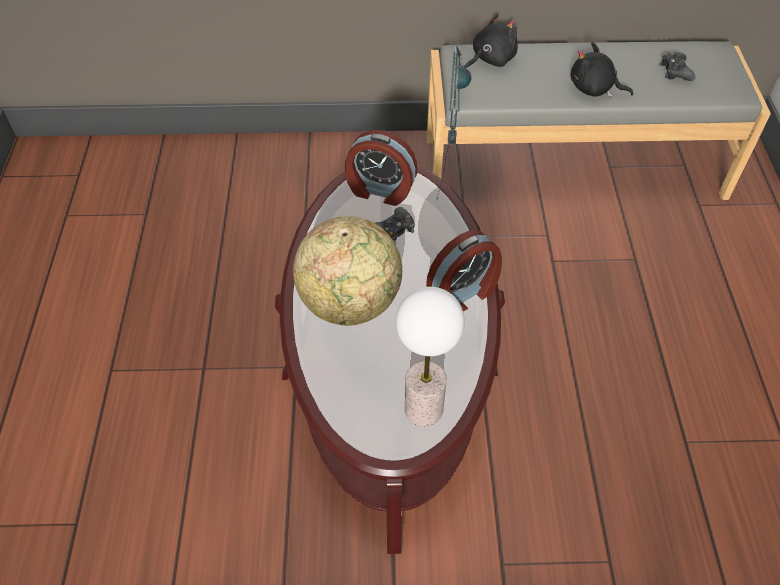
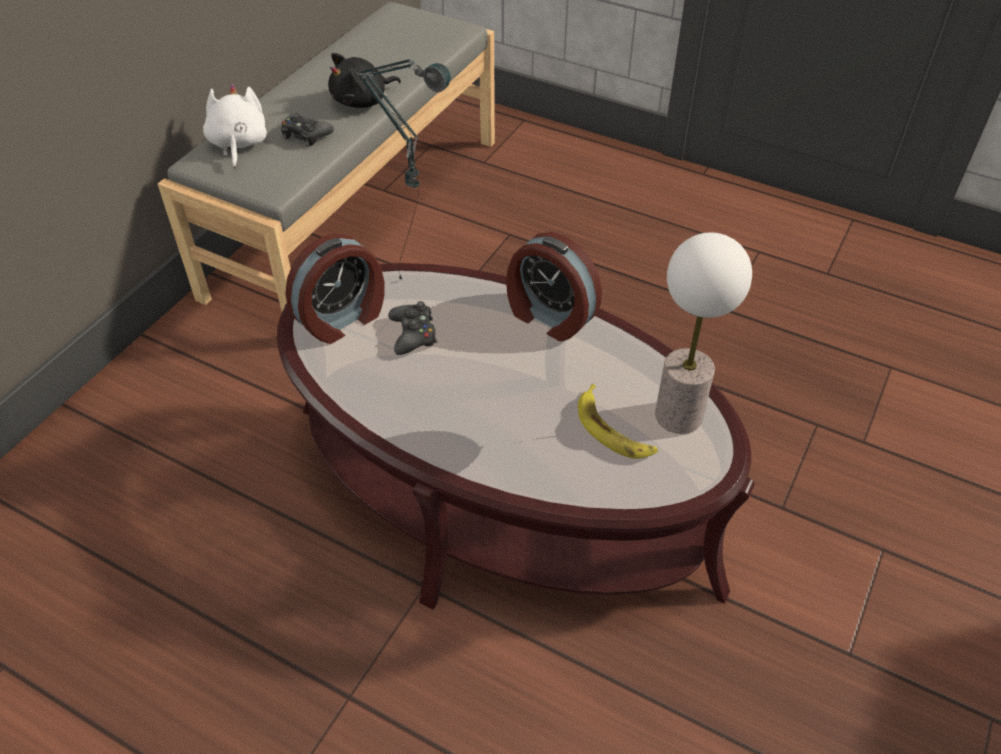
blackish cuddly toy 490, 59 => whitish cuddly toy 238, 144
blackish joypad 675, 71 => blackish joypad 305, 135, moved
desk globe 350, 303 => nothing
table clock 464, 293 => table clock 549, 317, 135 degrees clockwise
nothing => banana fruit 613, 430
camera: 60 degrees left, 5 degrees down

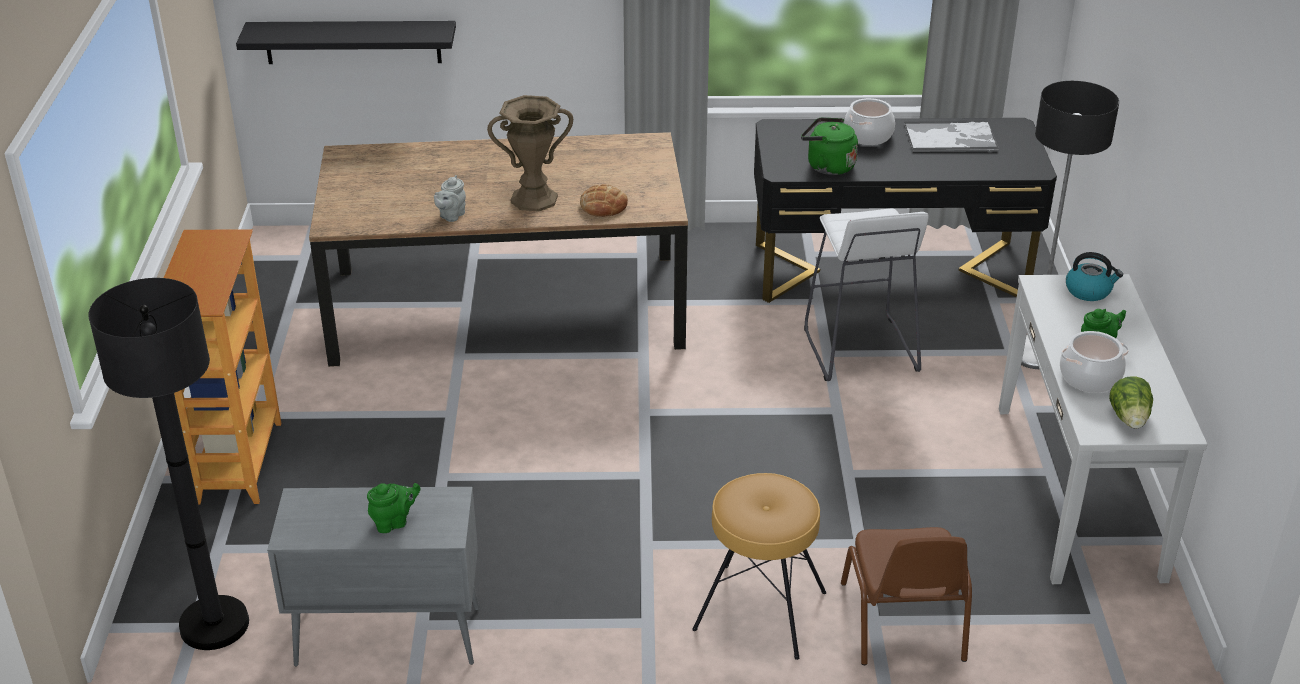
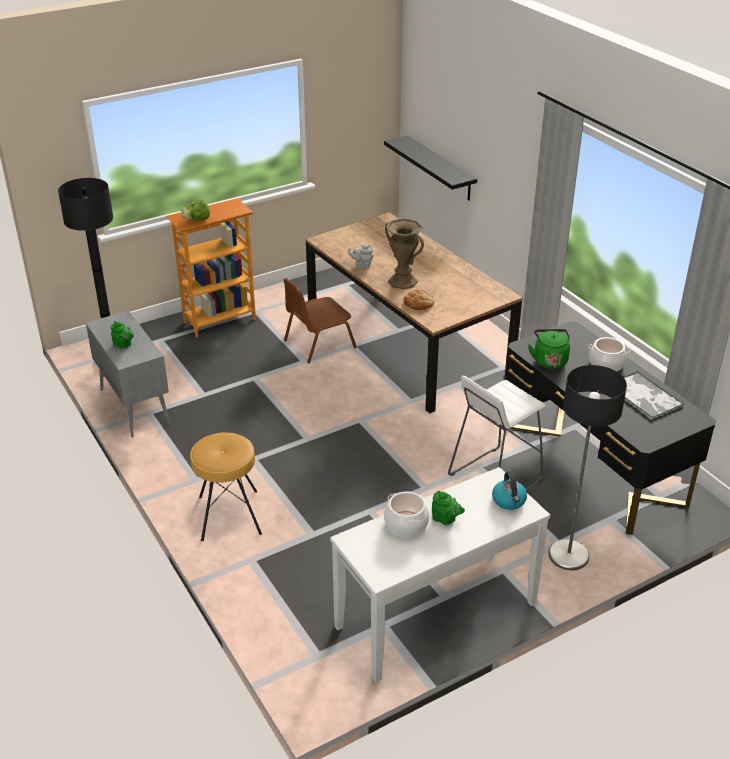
head of lettuce 1129, 419 => head of lettuce 197, 220, moved
brownish plain chair 903, 623 => brownish plain chair 318, 344, moved
camera: 60 degrees right, 0 degrees up

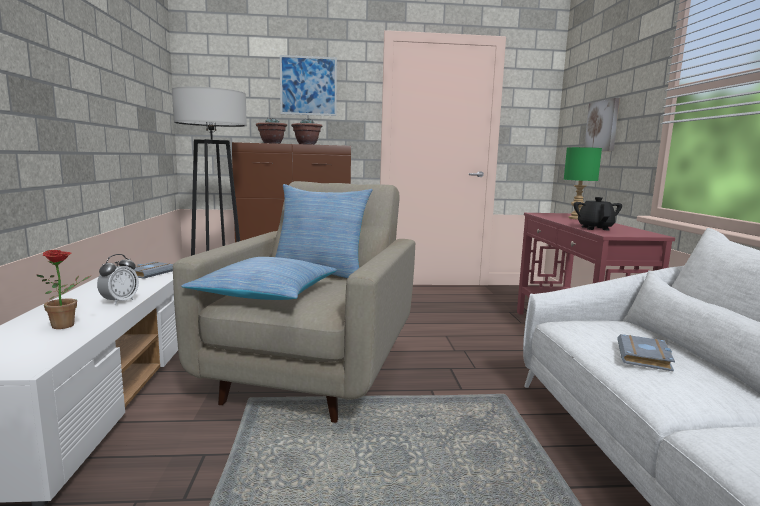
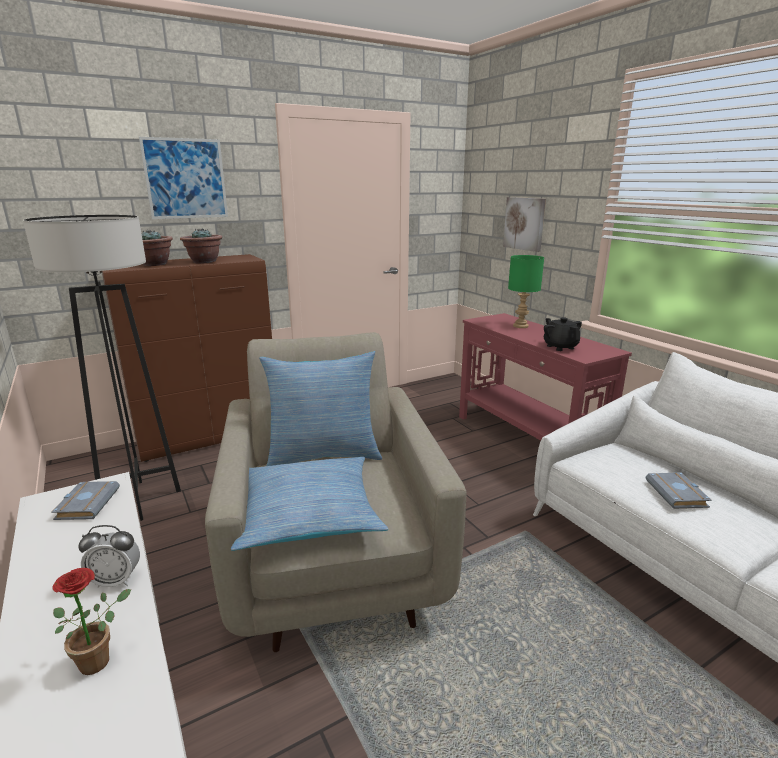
table clock 120, 301 => table clock 116, 580, 90 degrees clockwise
camera: 25 degrees left, 10 degrees up

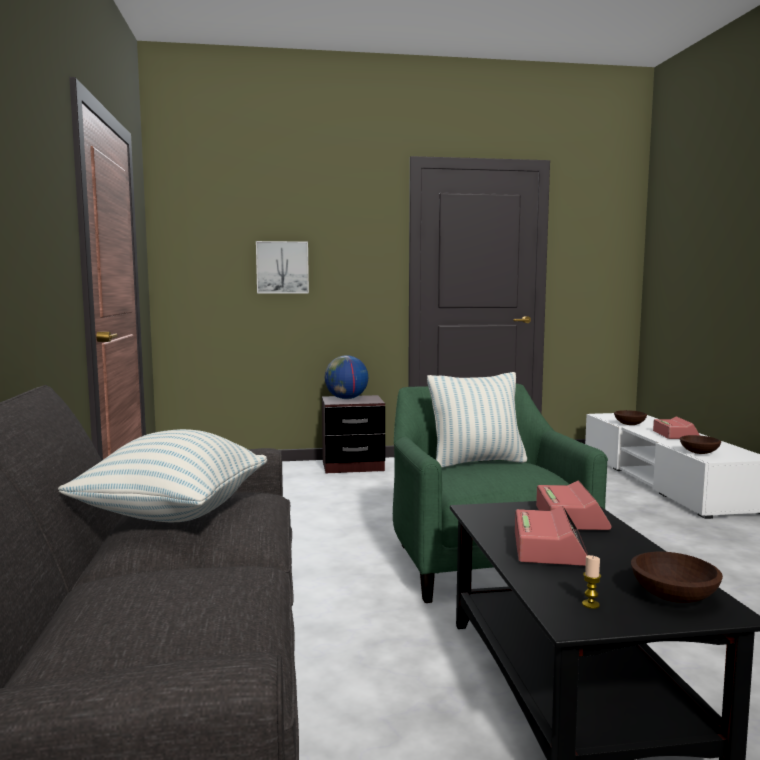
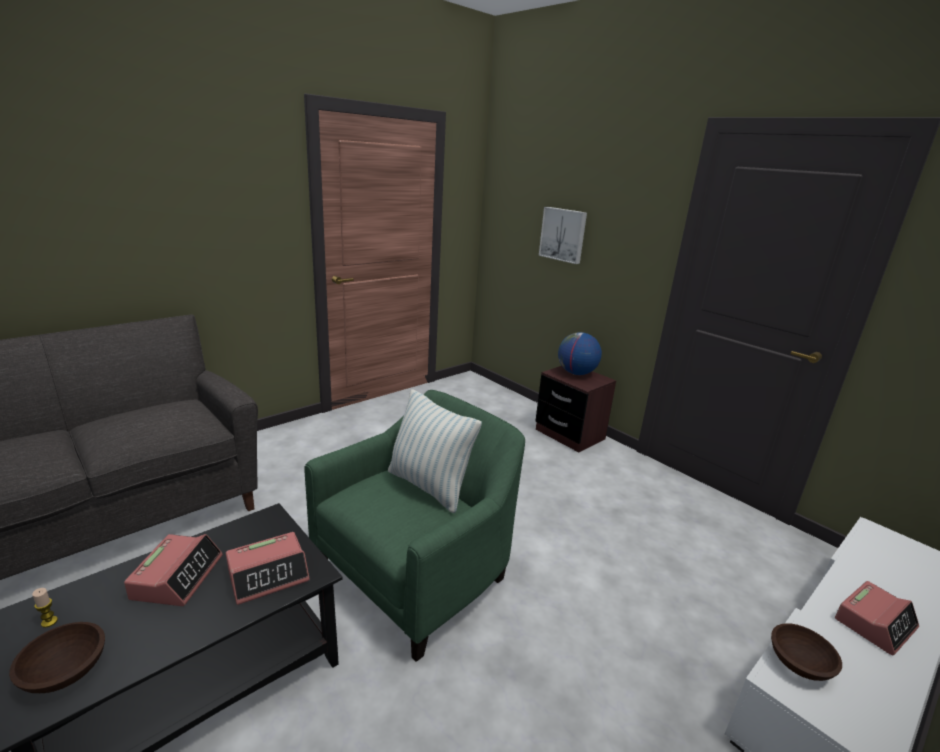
brownish serving bowl 630, 424 => nothing
pillow 173, 514 => nothing
table clock 549, 548 => table clock 177, 577, 60 degrees counterclockwise
camera: 55 degrees right, 15 degrees up

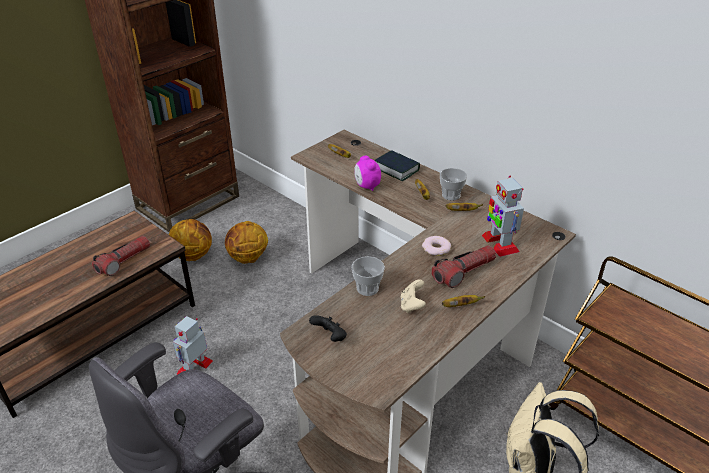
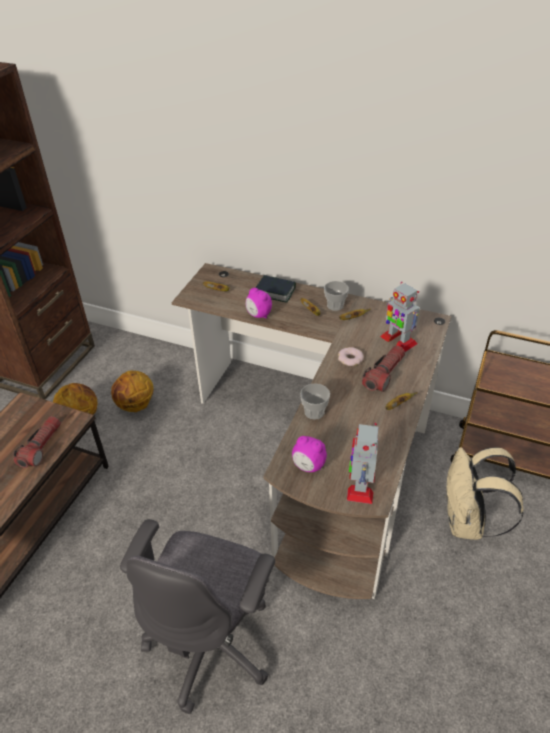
beige joypad 412, 305 => nothing
blackish joypad 330, 337 => table clock 308, 466
robot figure 195, 367 => robot figure 361, 485, moved
camera: 20 degrees left, 5 degrees up

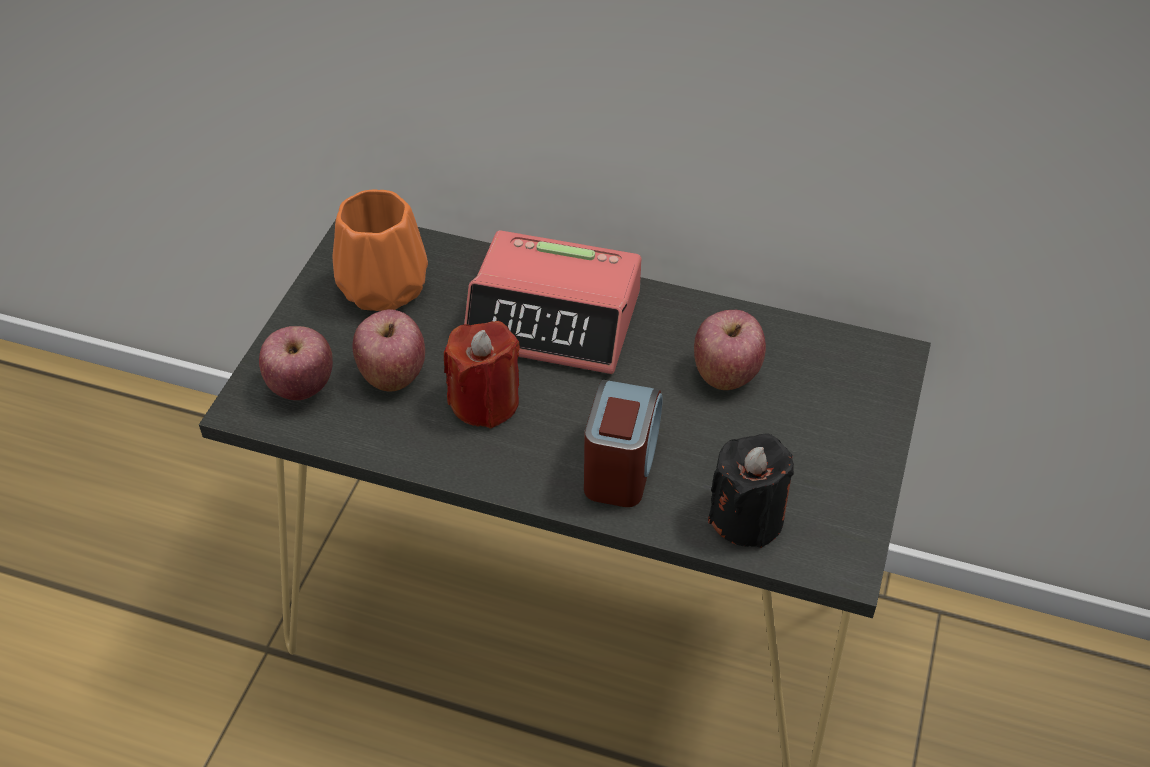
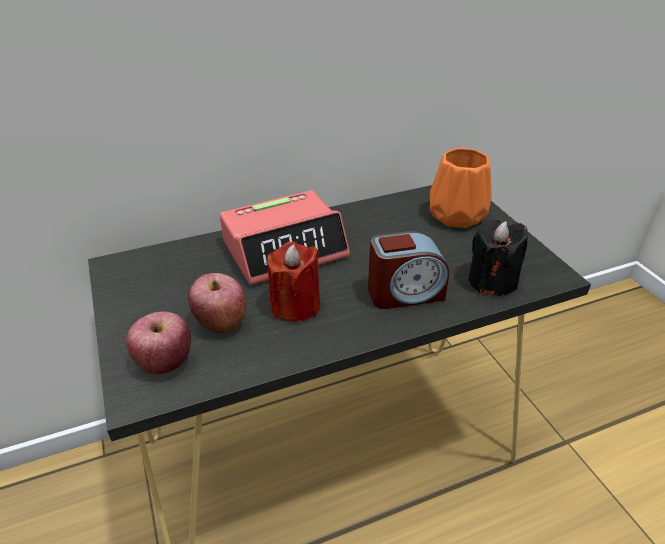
orange flower vase 381, 287 => orange flower vase 455, 216, moved
whole apple 726, 373 => nothing
table clock 621, 464 => table clock 405, 293, 105 degrees clockwise
camera: 40 degrees left, 10 degrees down

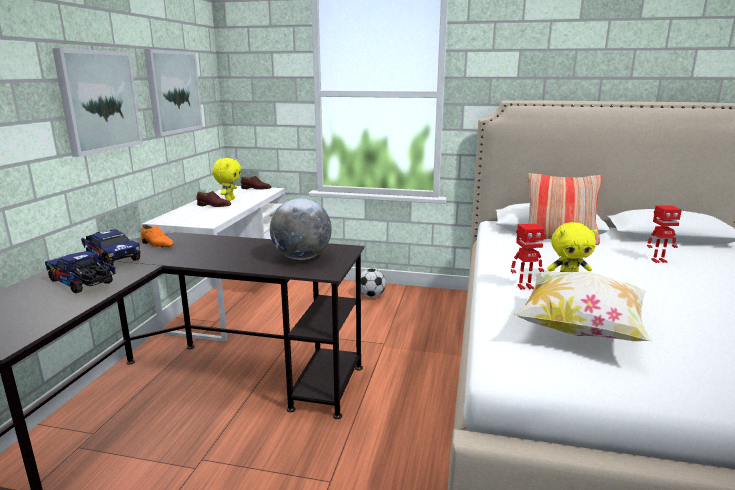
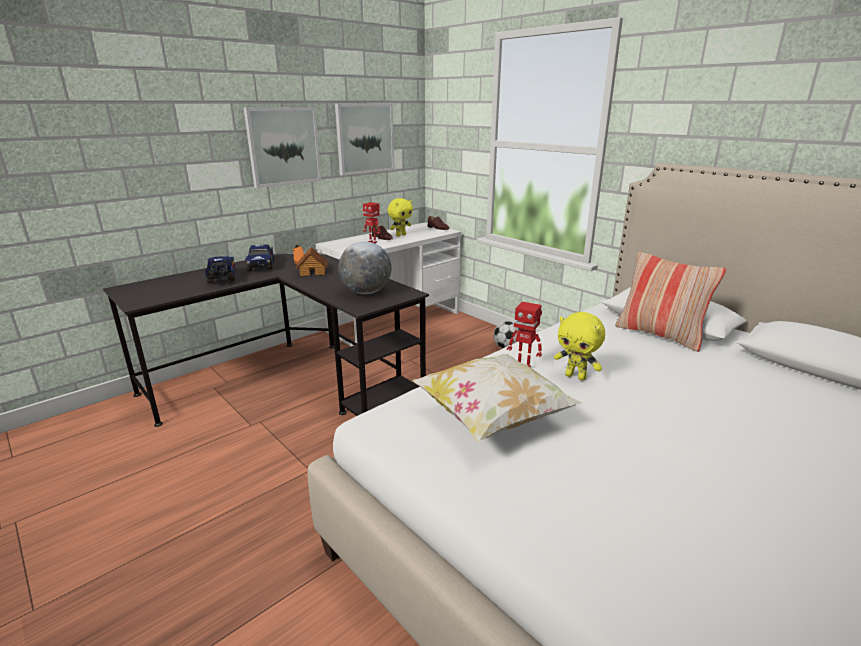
robot figure 658, 260 => robot figure 372, 242, moved
nothing => miniature house 313, 272
camera: 35 degrees right, 5 degrees up

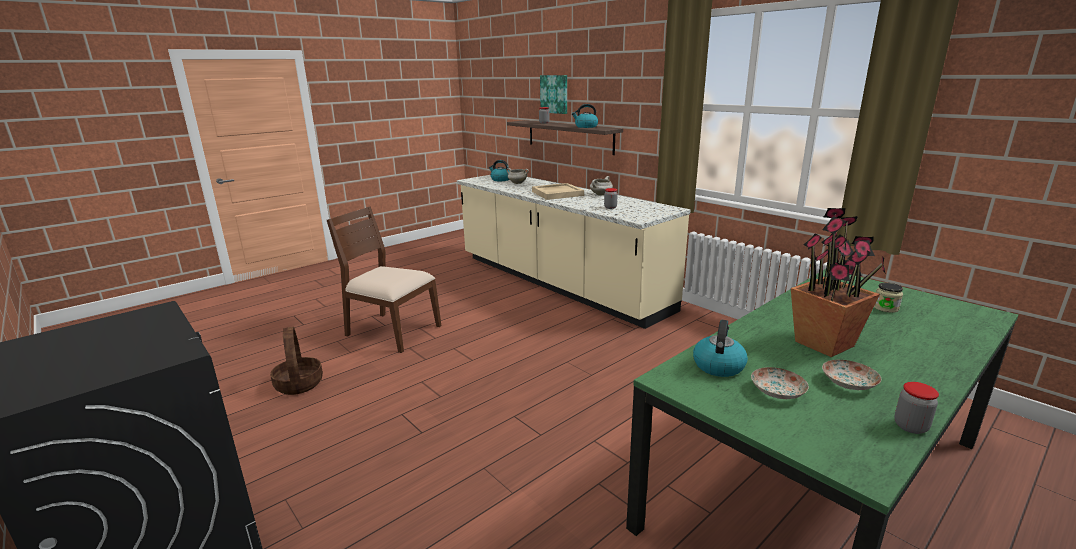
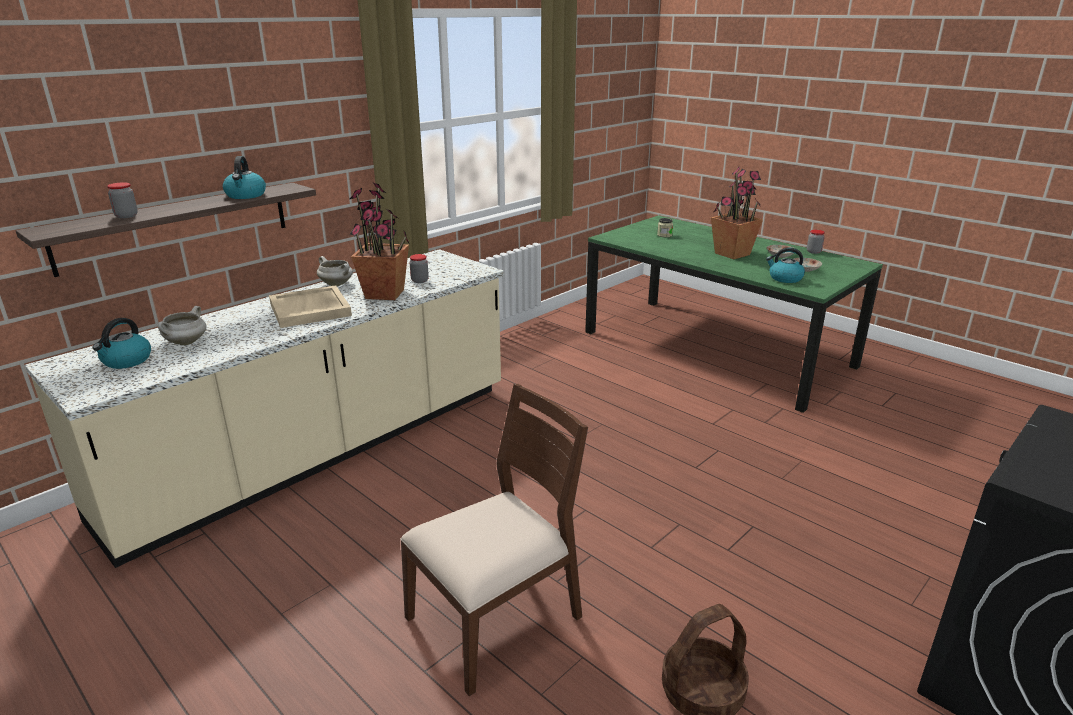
wall art 554, 94 => nothing
brownish plain chair 392, 331 => brownish plain chair 497, 618, 150 degrees counterclockwise
nothing => potted plant 385, 294
camera: 95 degrees left, 5 degrees up

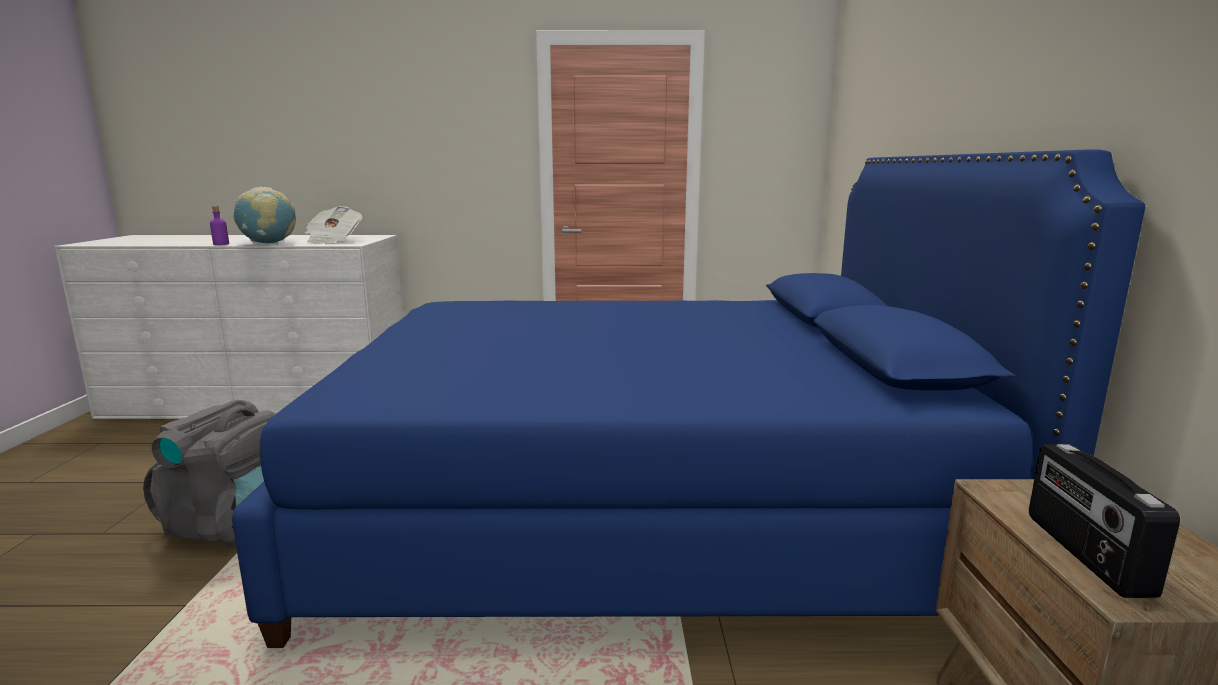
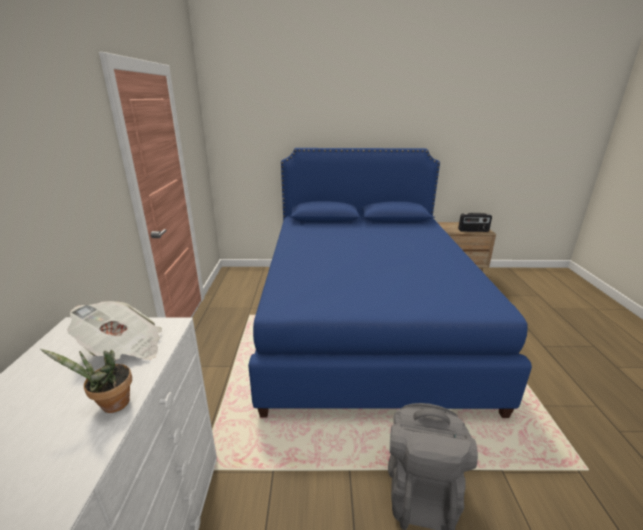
desk globe 269, 243 => potted plant 111, 405
purple beverage bottle 221, 244 => nothing
camera: 90 degrees left, 10 degrees up

